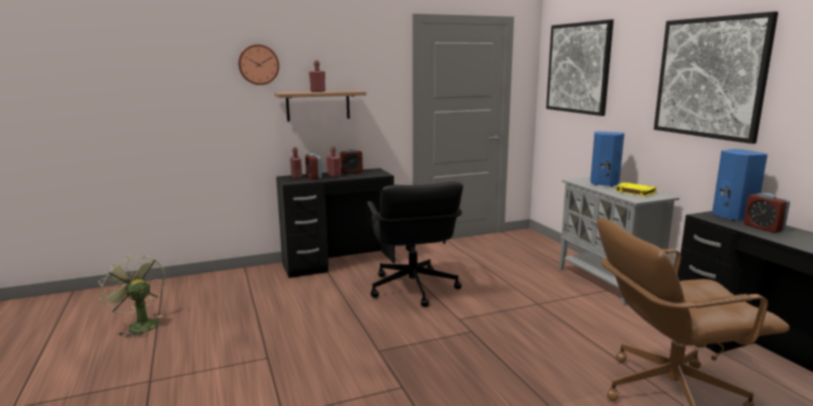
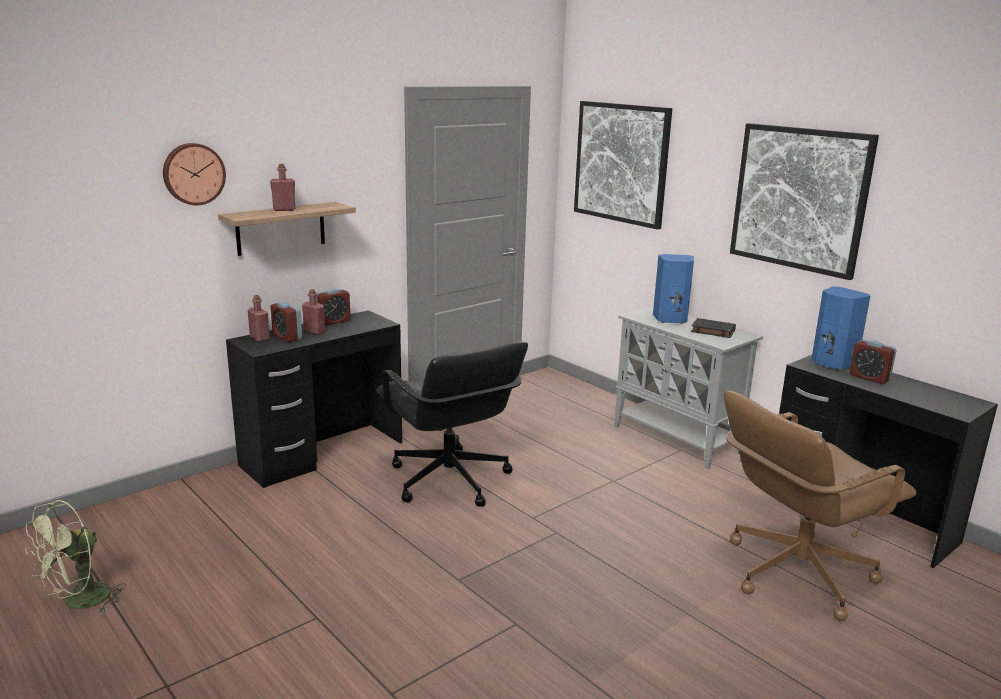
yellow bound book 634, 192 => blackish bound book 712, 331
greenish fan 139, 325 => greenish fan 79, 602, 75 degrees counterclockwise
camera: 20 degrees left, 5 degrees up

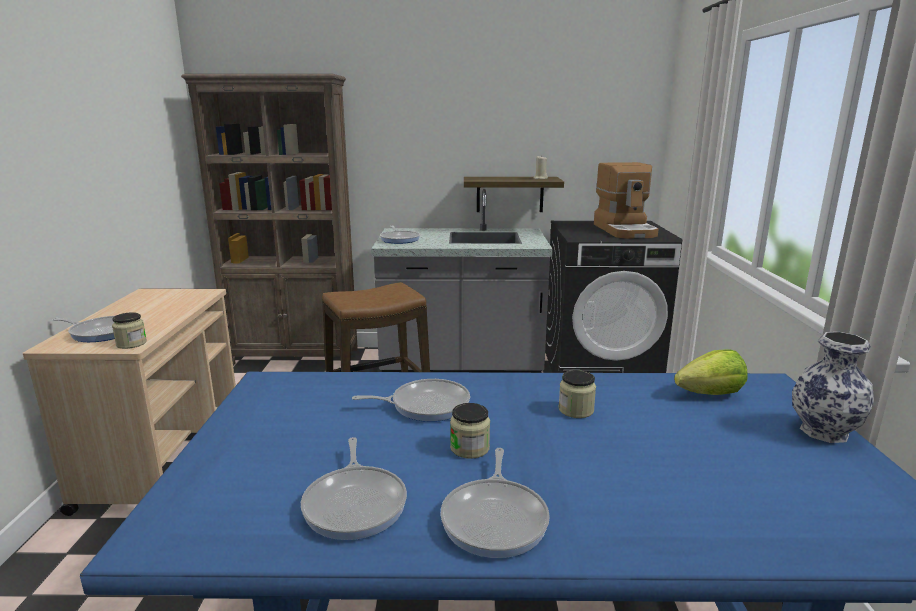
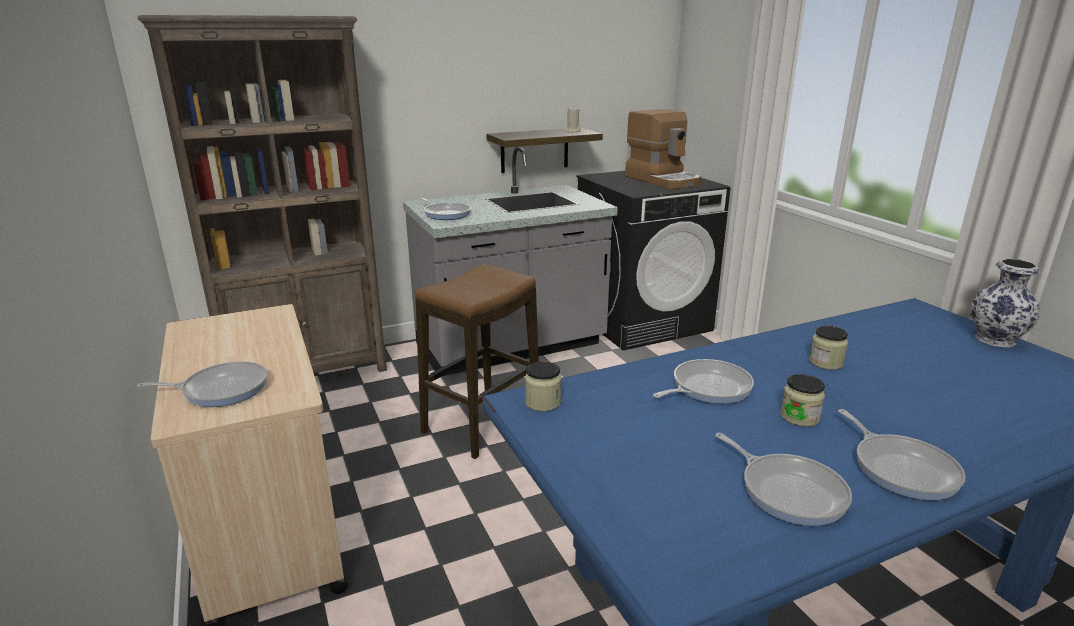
storage jar 131, 343 => storage jar 543, 402, moved
head of lettuce 710, 394 => nothing
camera: 25 degrees left, 5 degrees up

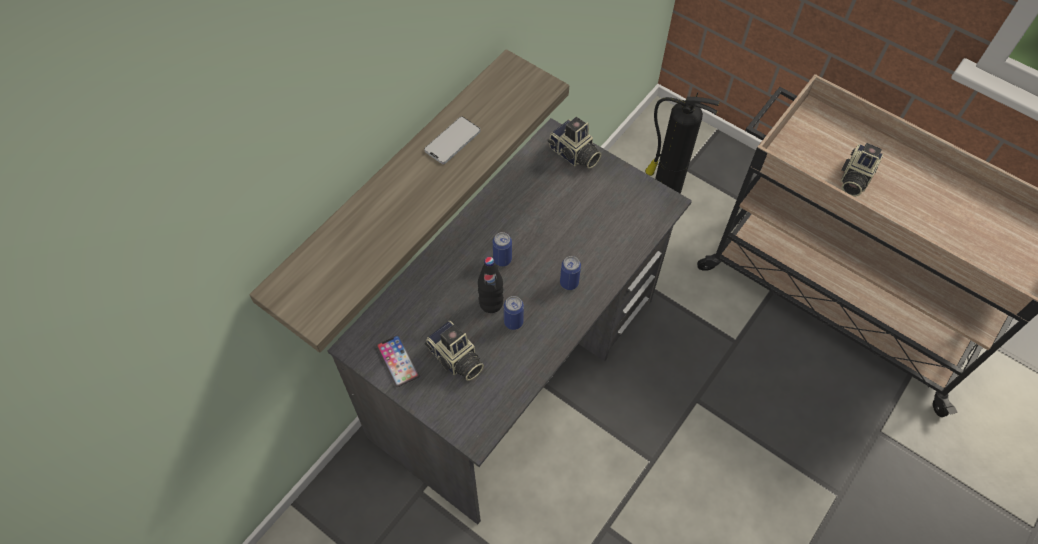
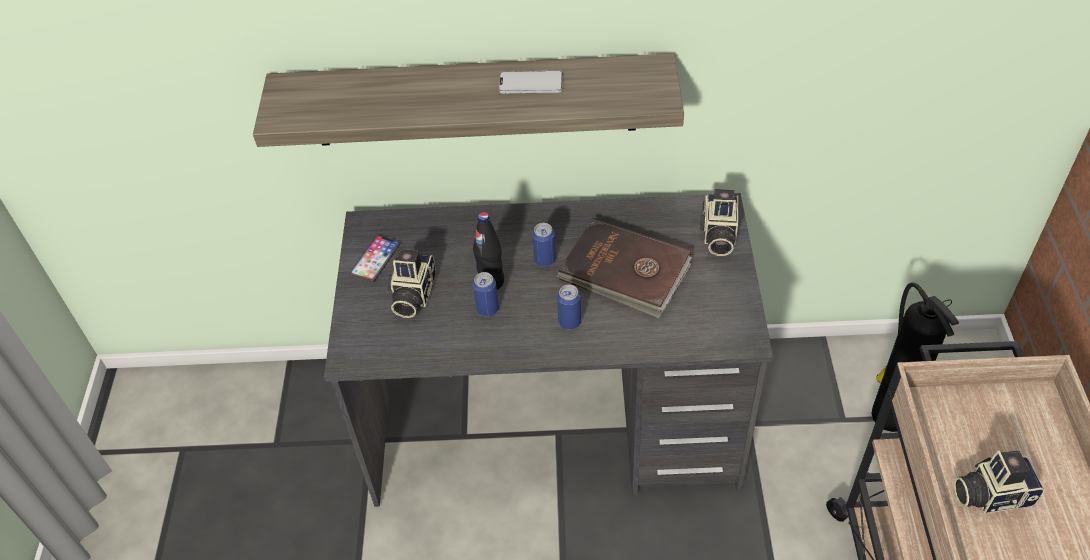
nothing => brownish bound book 625, 271
camera: 55 degrees right, 10 degrees down

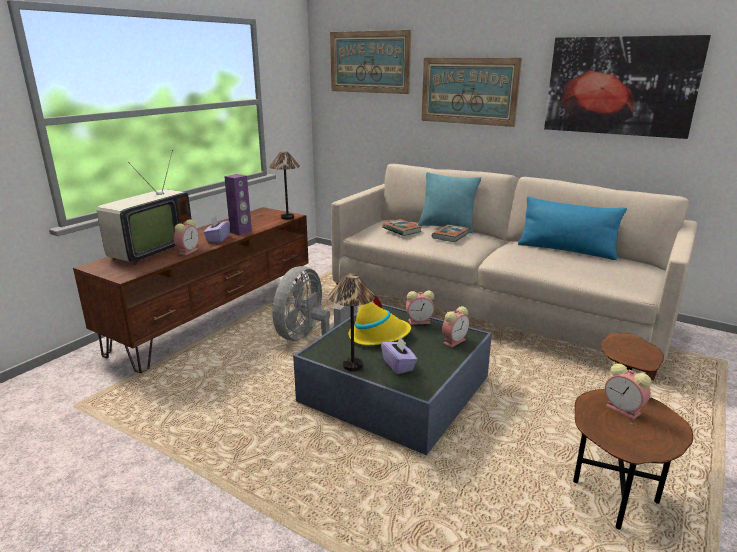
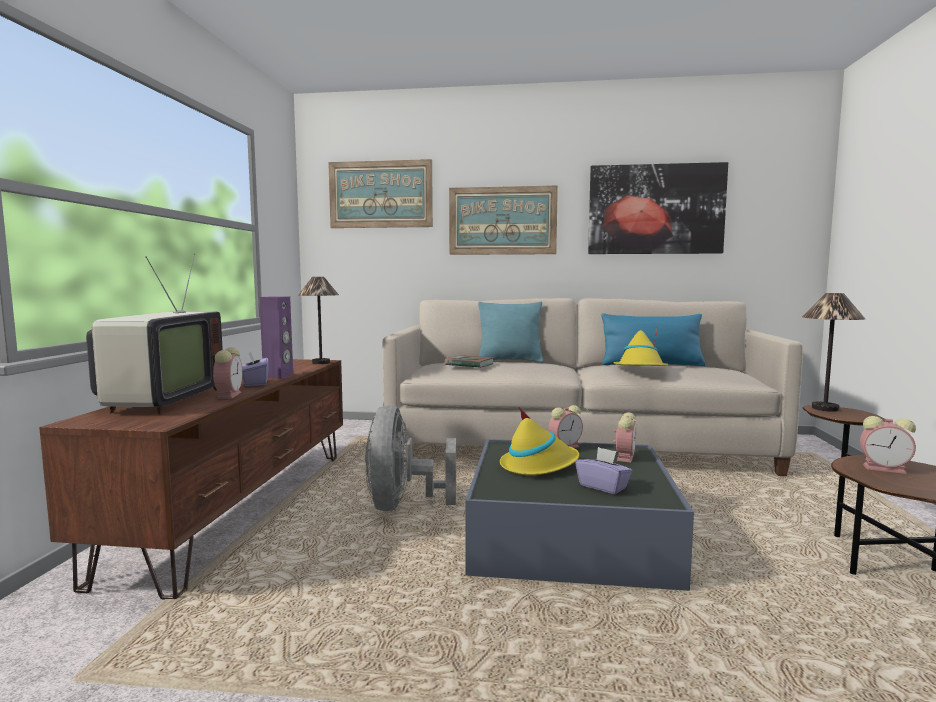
bound book 450, 236 => nothing
lamp for a table 353, 366 => lamp for a table 825, 409, moved
nothing => yellow wearable hat 641, 369
camera: 25 degrees left, 15 degrees down

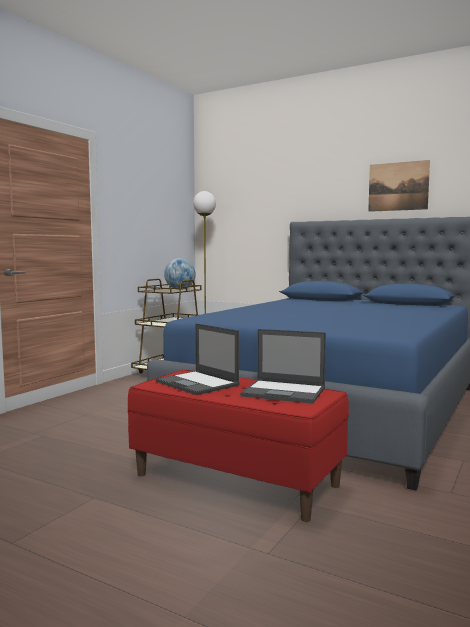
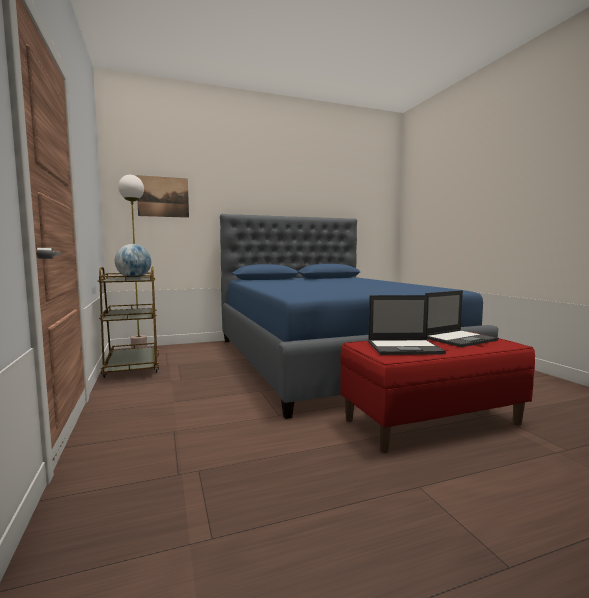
wall art 398, 186 => wall art 163, 197, moved
camera: 50 degrees left, 0 degrees up

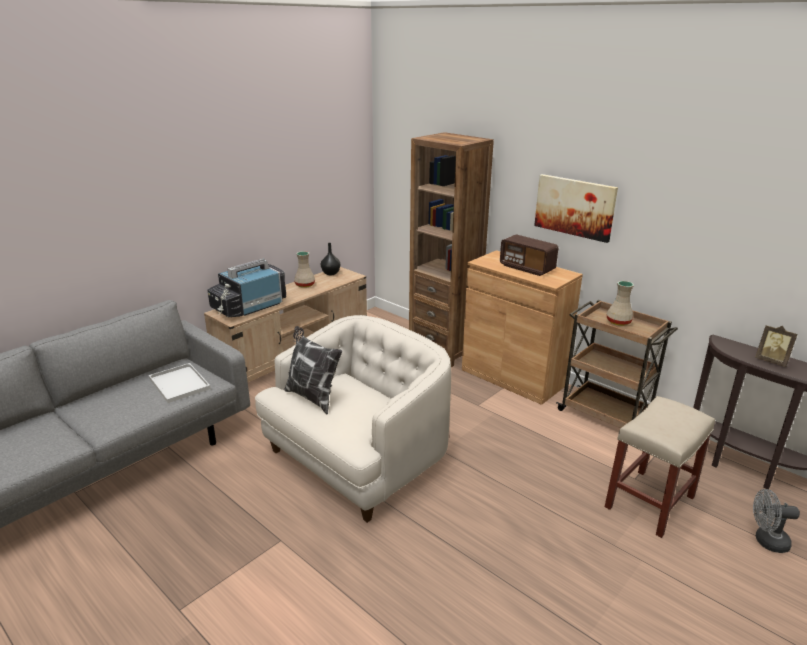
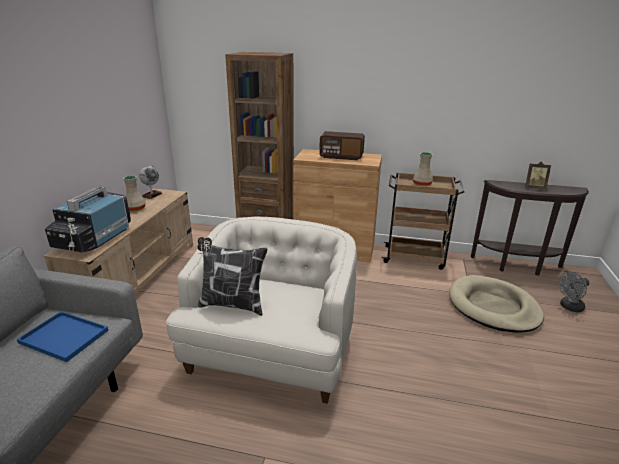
wall art 575, 207 => nothing
blackish flower vase 331, 273 => desk globe 152, 195
whitish carrying tray 178, 383 => bluish carrying tray 62, 336
beige stool 649, 503 => beige dog bed 493, 307
camera: 30 degrees left, 0 degrees up

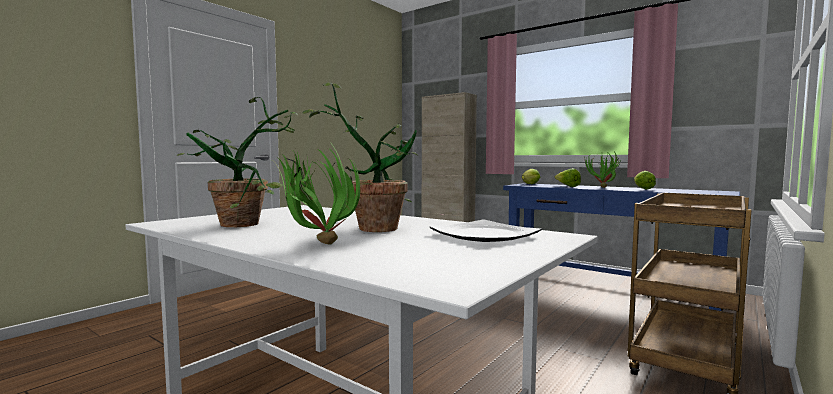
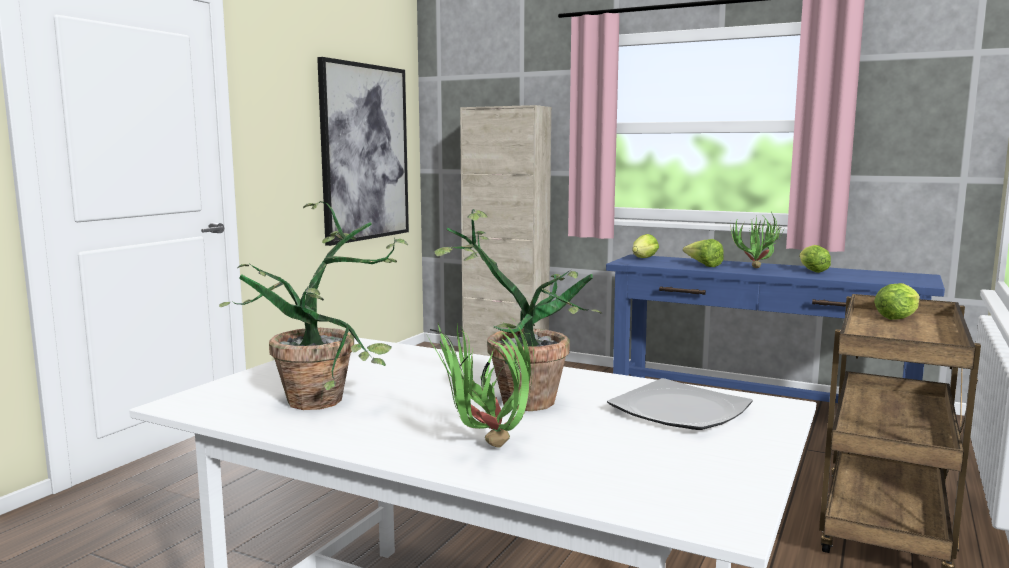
nothing => wall art 364, 152
nothing => head of lettuce 898, 317
camera: 10 degrees left, 5 degrees up

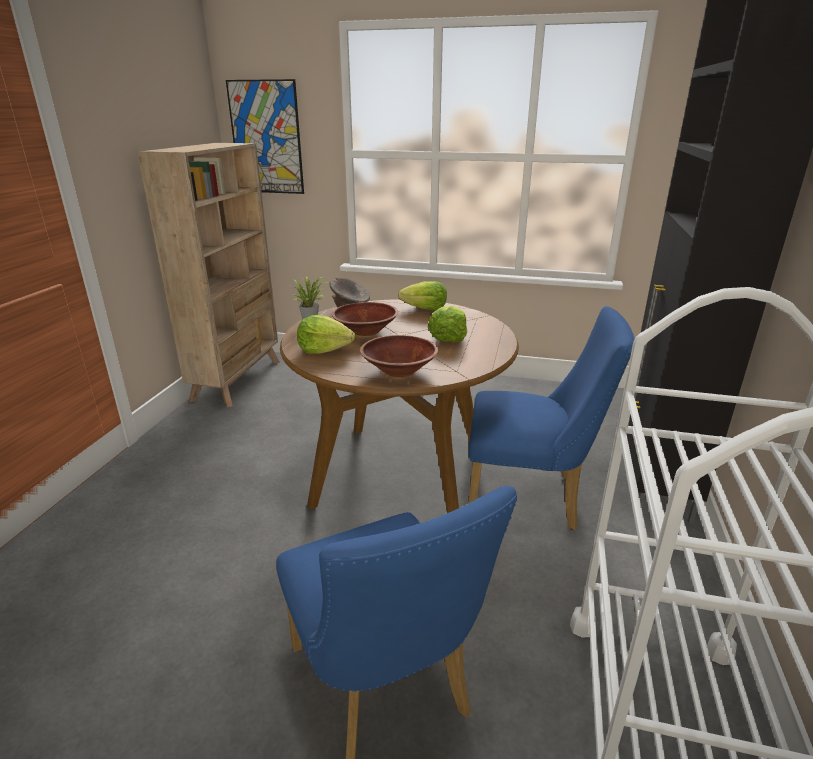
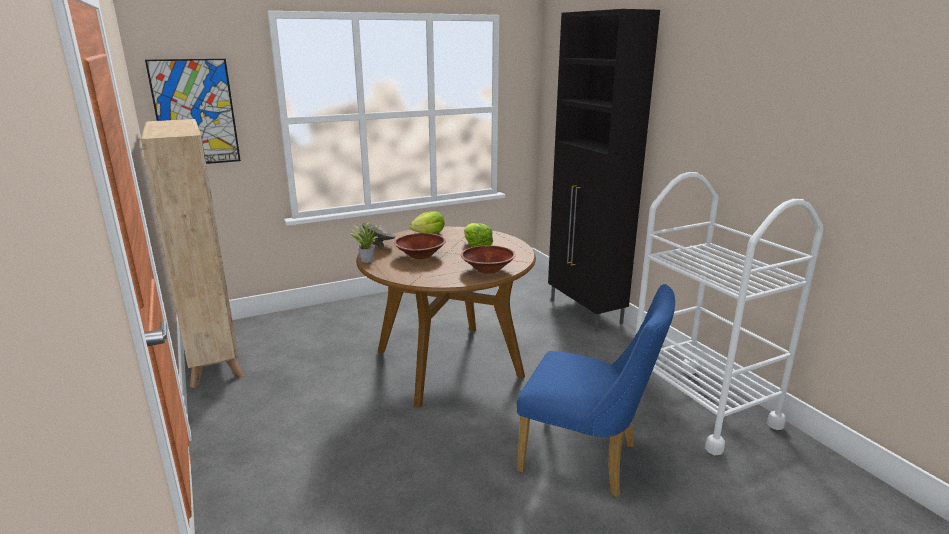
bluish plain chair 531, 497 => nothing
head of lettuce 324, 349 => nothing
camera: 40 degrees left, 5 degrees down

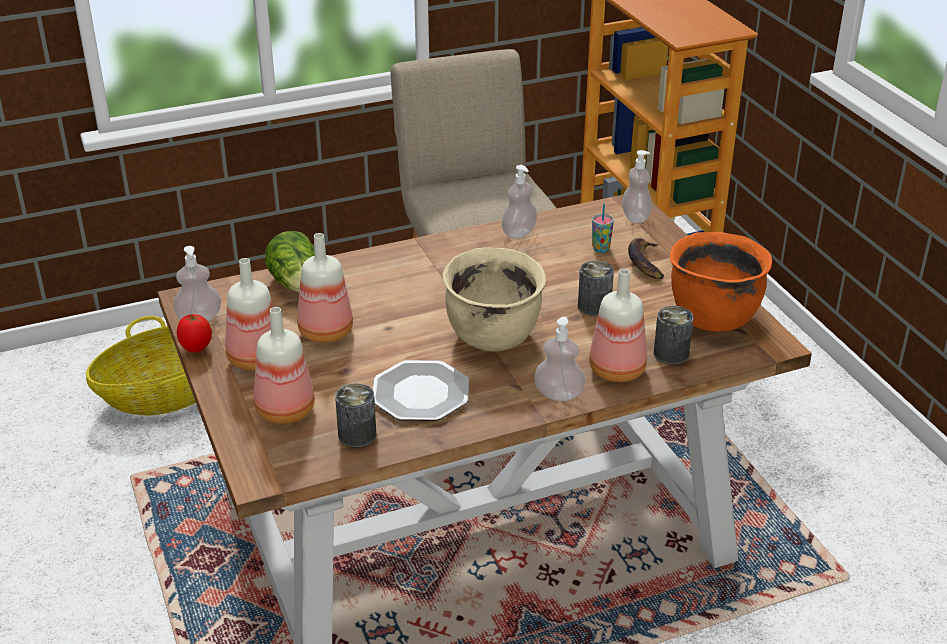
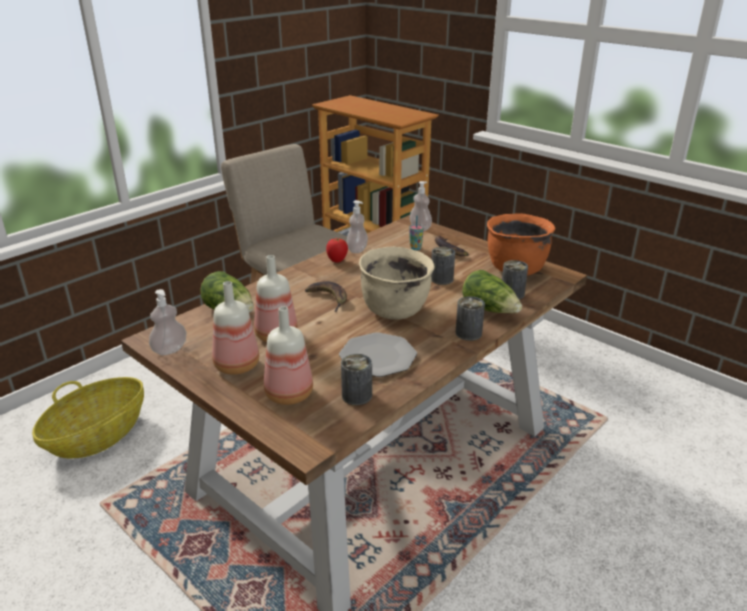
beverage bottle 617, 369 => head of lettuce 490, 310
fresh tomato 196, 349 => fresh tomato 337, 261, moved
soap dispenser 558, 394 => metal can 468, 333
nothing => banana fruit 328, 298
camera: 25 degrees left, 5 degrees down

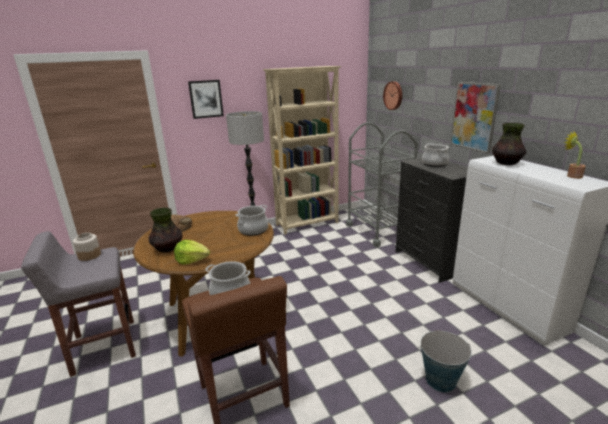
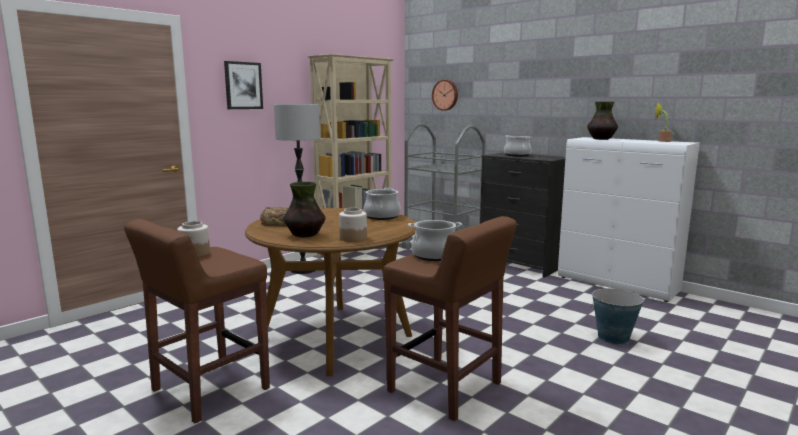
wall art 474, 116 => nothing
gray stool 103, 347 => brownish stool 208, 390
head of lettuce 192, 260 => storage jar 353, 238
camera: 25 degrees left, 10 degrees down

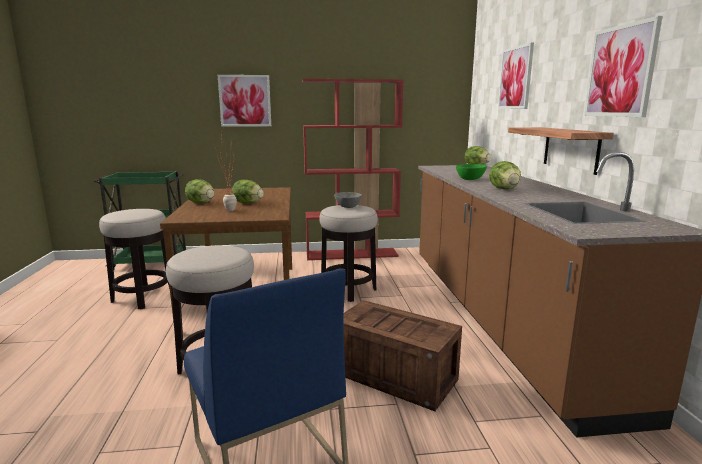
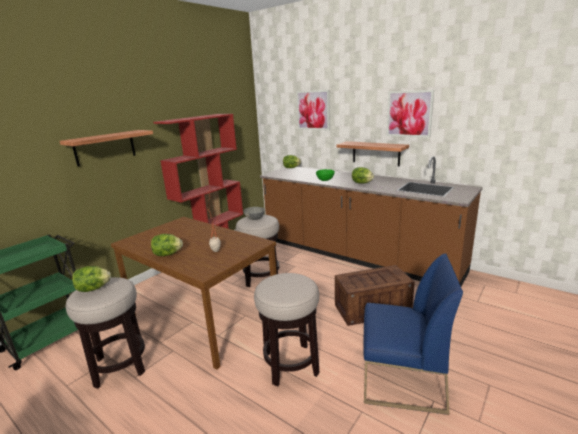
wall art 245, 101 => bracket shelf 105, 147
head of lettuce 248, 203 => head of lettuce 93, 289, moved
camera: 45 degrees left, 5 degrees up

